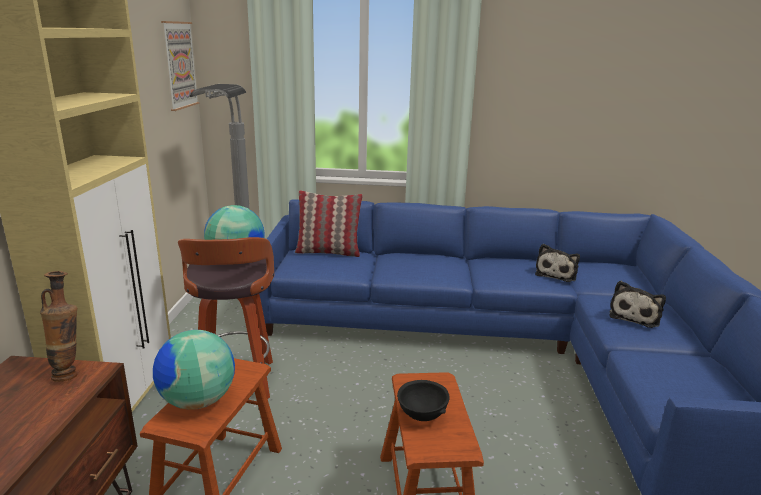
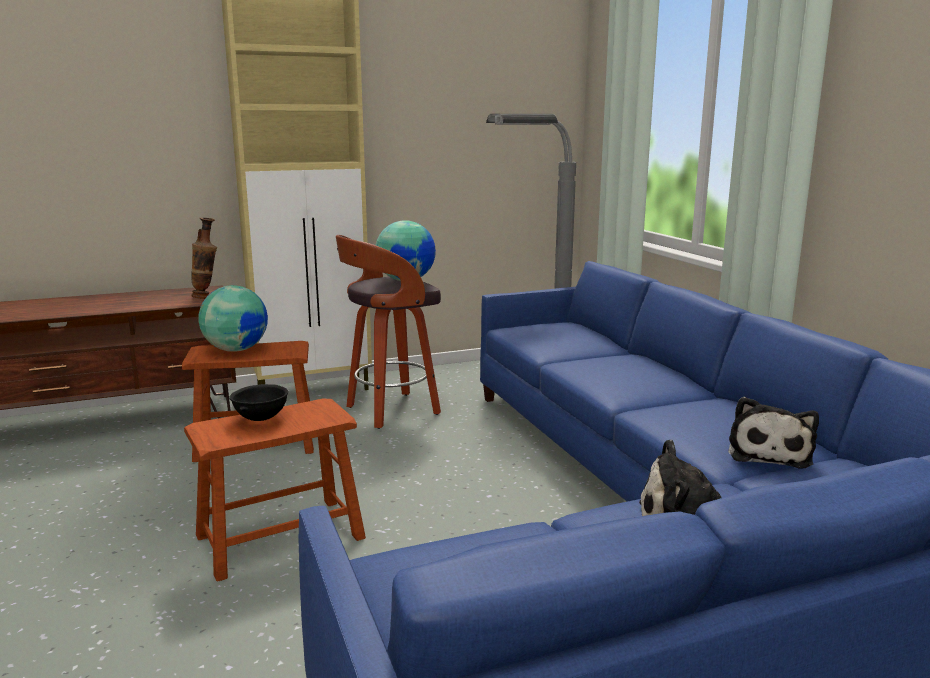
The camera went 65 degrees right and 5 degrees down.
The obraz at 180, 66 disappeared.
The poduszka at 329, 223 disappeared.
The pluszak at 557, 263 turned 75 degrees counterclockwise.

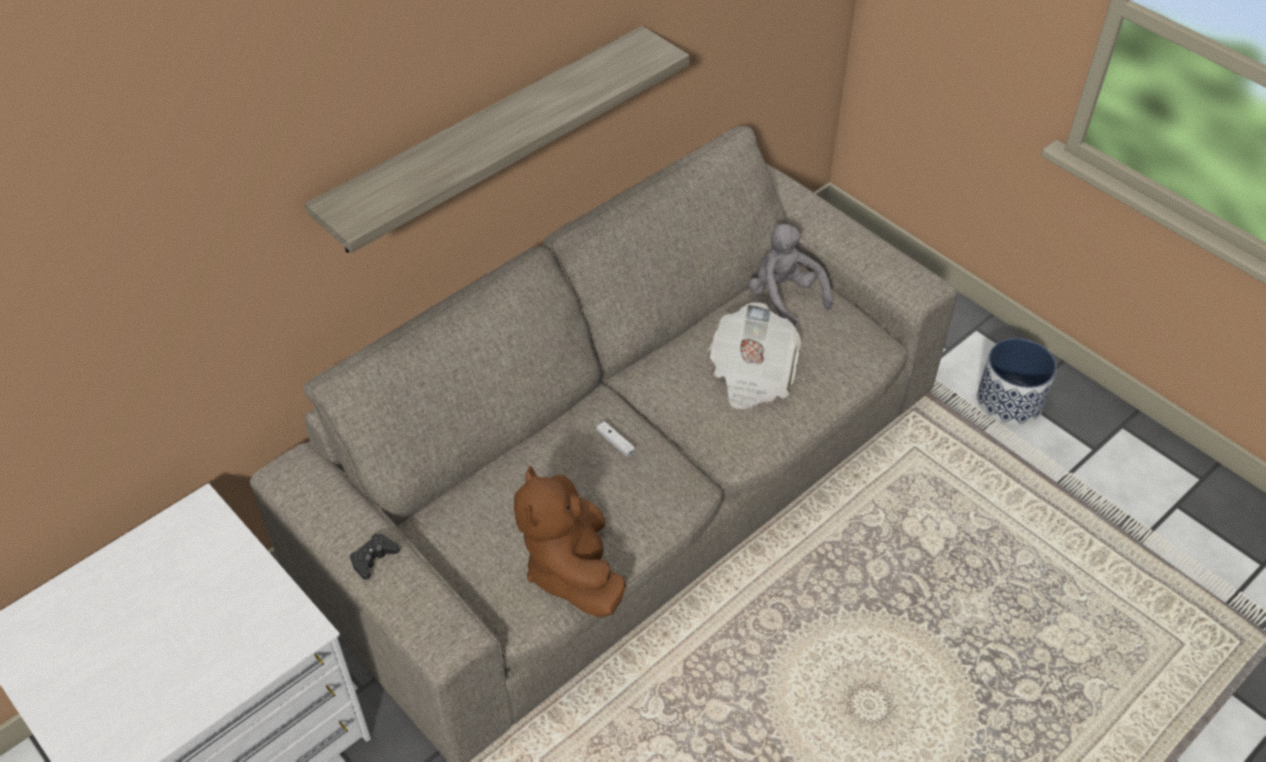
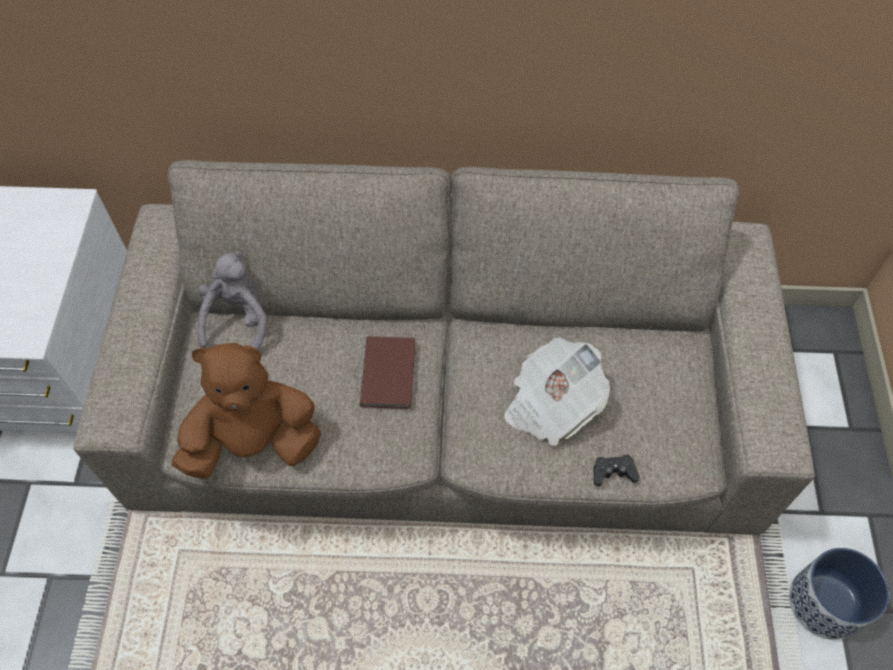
The camera went 45 degrees right and 10 degrees up.
The półka at 497, 139 disappeared.
The pluszak [szary] moved from 790, 275 to 232, 301.
The pad do gier [biały] at 616, 439 was replaced by the książka [brązowy] at 388, 372.
The pluszak [brązowy] at 570, 541 turned 45 degrees clockwise.
The pad do gier [czarny] moved from 375, 556 to 616, 470.

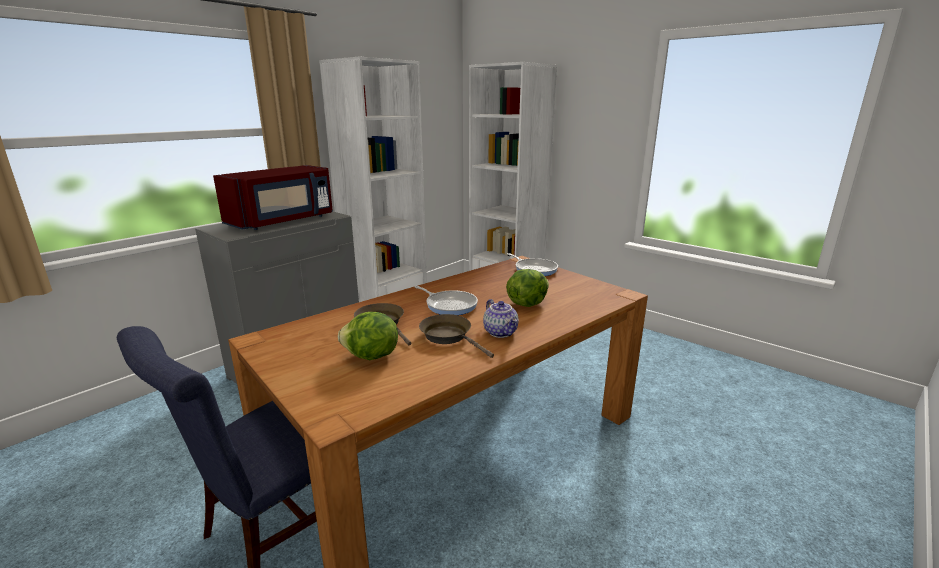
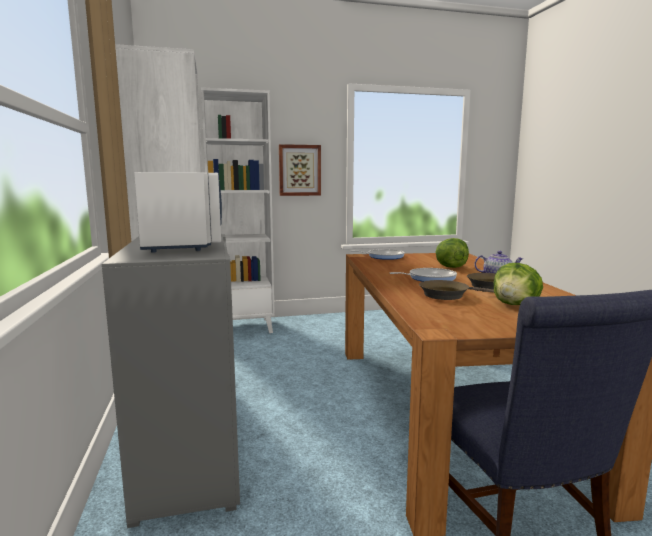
The camera went 55 degrees left and 10 degrees down.
The mikrofalówka [czerwony] at 273, 197 became the mikrofalówka [biały] at 178, 212.
The obraz at 300, 170 appeared.

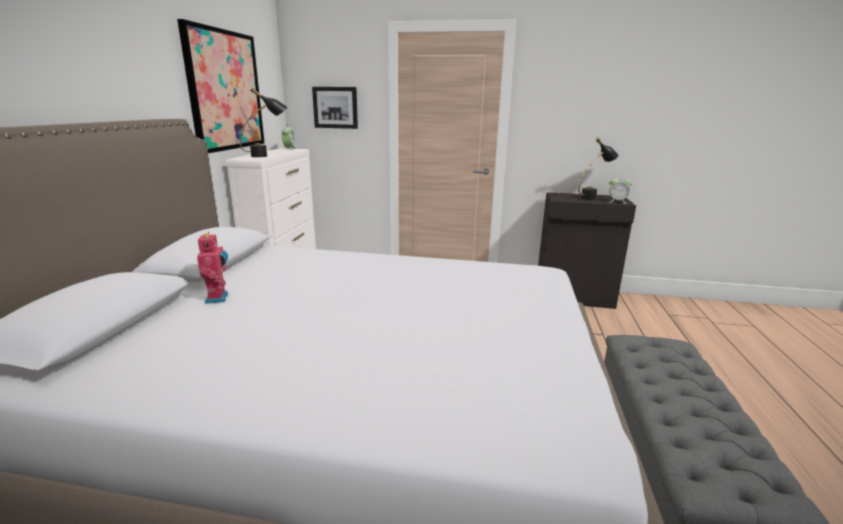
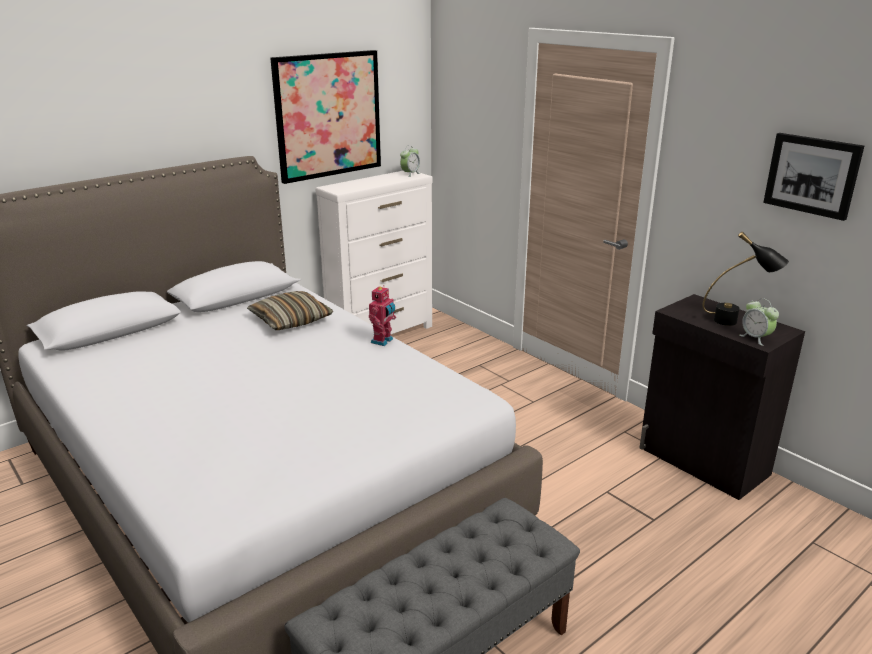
The camera went 40 degrees right and 5 degrees up.
The lampa stołowa [czarny] at 264, 122 disappeared.
The obraz moved from 335, 108 to 813, 177.
The robot zabawkowy moved from 212, 268 to 382, 315.
The poduszka at 290, 310 appeared.

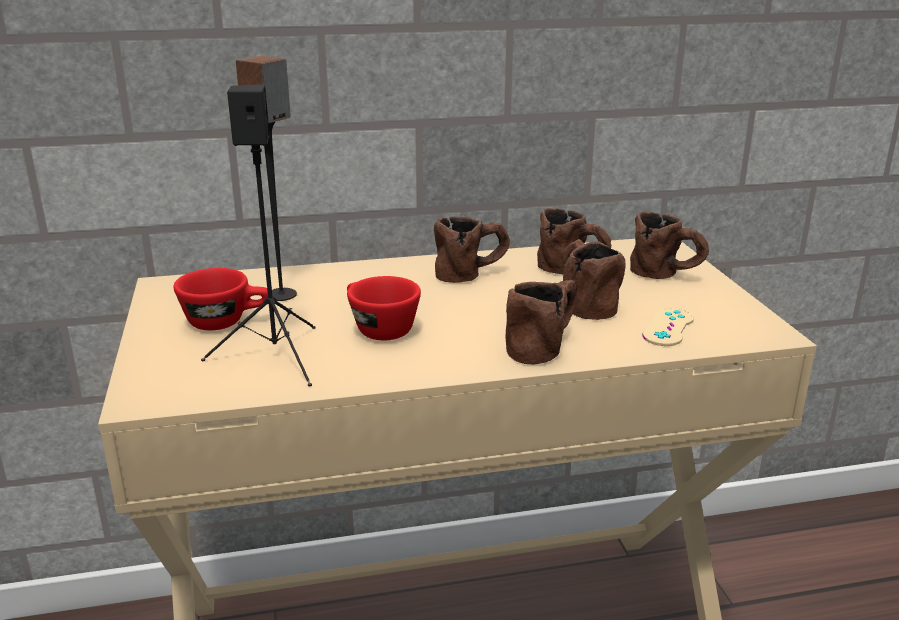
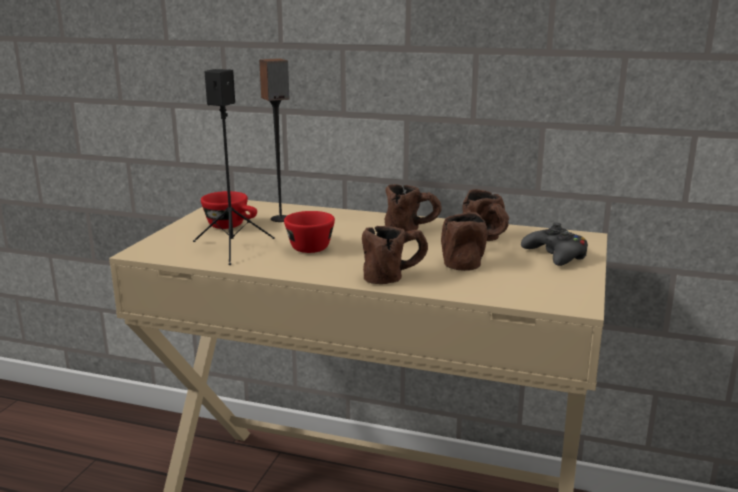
The camera went 30 degrees right and 5 degrees down.
The kubek [brązowy] at 669, 245 was replaced by the pad do gier [czarny] at 554, 244.
The pad do gier [beżowy] at 668, 327 disappeared.

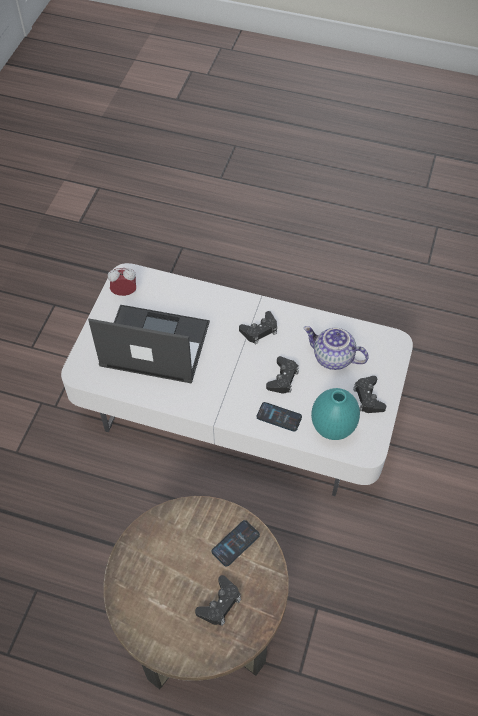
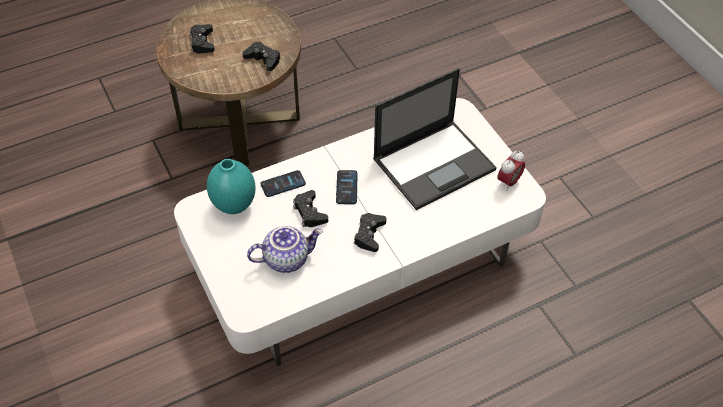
The camera went 135 degrees right and 5 degrees down.
The pad do gier [czarny] moved from 369, 394 to 261, 56.
The telefon moved from 236, 543 to 347, 187.

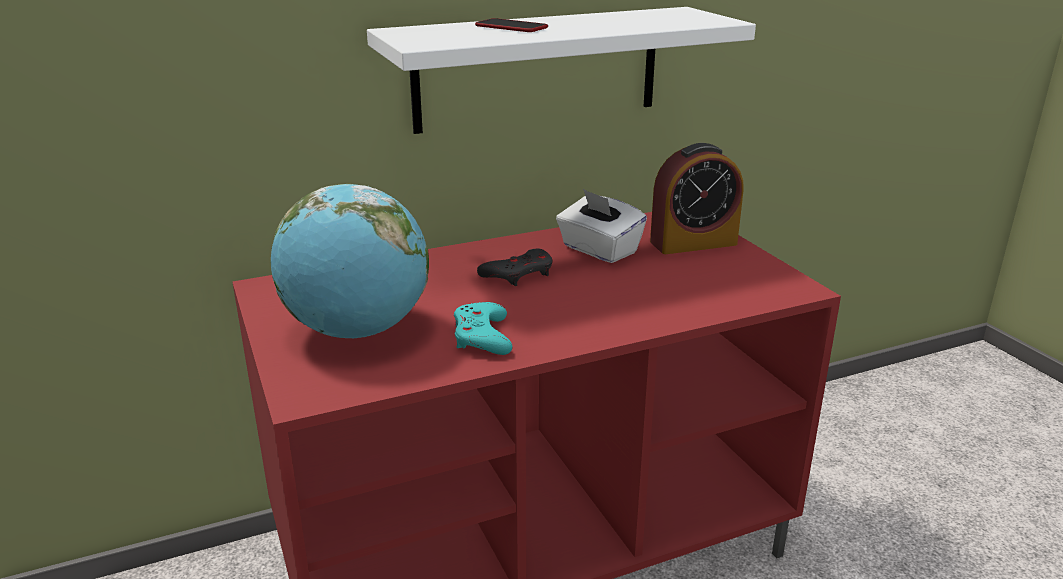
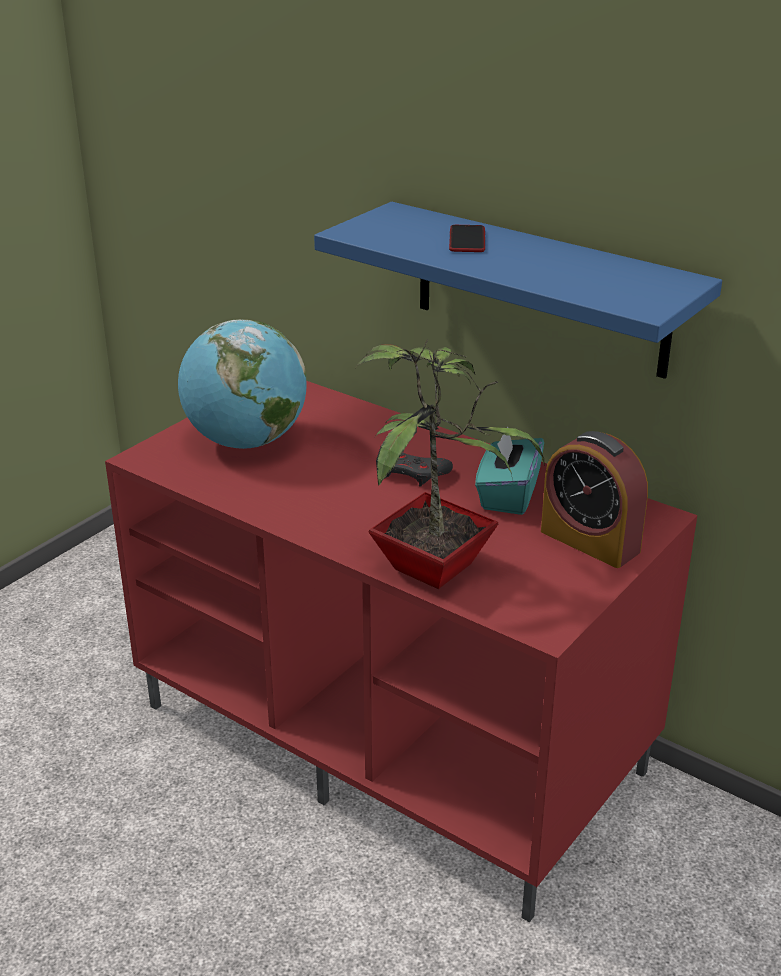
The camera went 60 degrees right and 5 degrees up.
The półka [biały] at 561, 70 became the półka [niebieski] at 518, 290.
The pudełko chusteczek [biały] at 601, 226 became the pudełko chusteczek [turkusowy] at 509, 470.
The pad do gier [turkusowy] at 483, 328 disappeared.
The roślina doniczkowa at 449, 464 appeared.

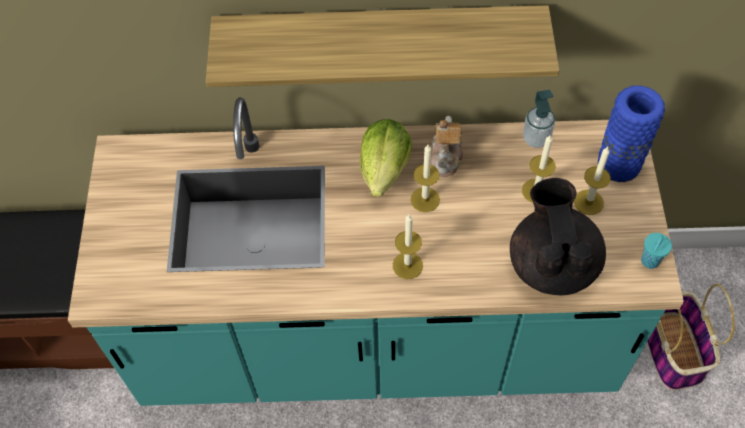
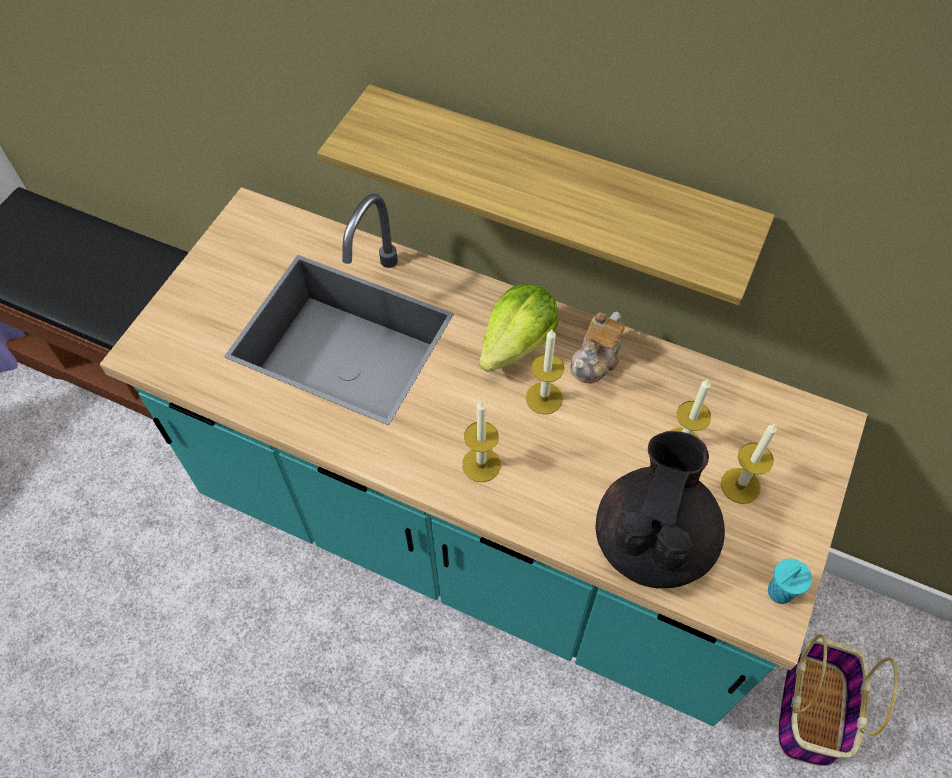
The camera went 25 degrees right and 0 degrees up.
The wazon [niebieski] at 631, 133 disappeared.
The dozownik mydła at 539, 119 disappeared.

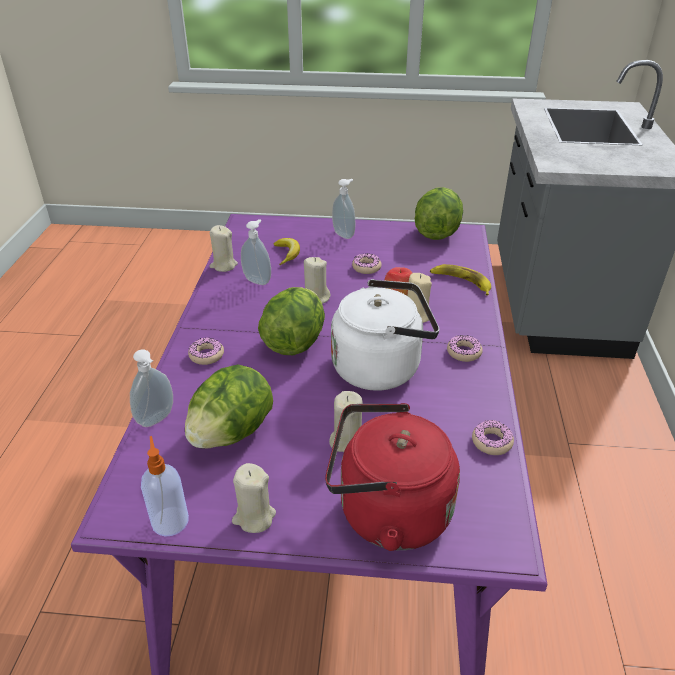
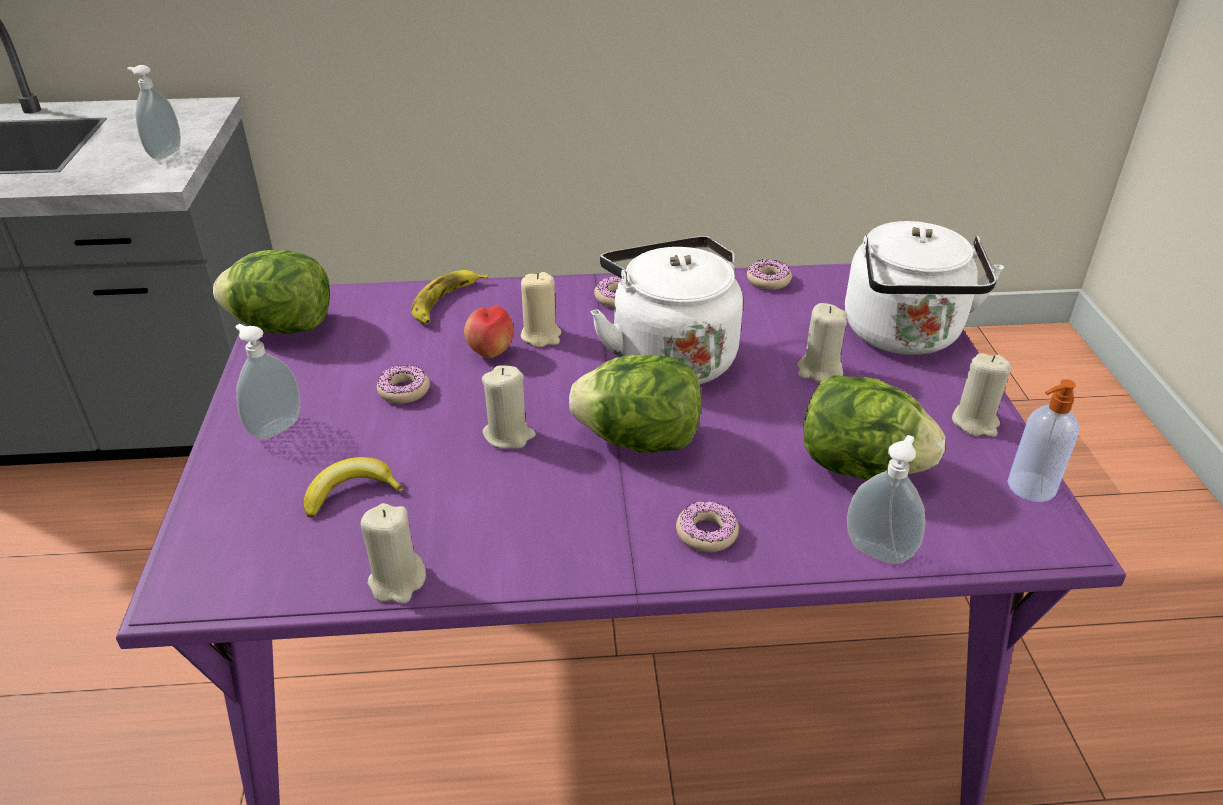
The camera went 100 degrees left and 0 degrees up.
The dozownik mydła moved from 256, 252 to 154, 112.
The czajnik [czerwony] at 392, 477 became the czajnik [biały] at 924, 288.

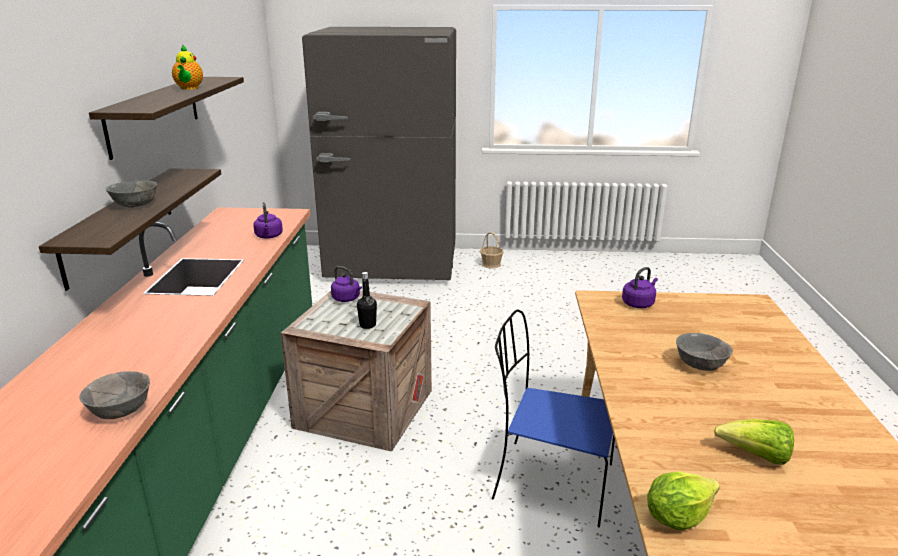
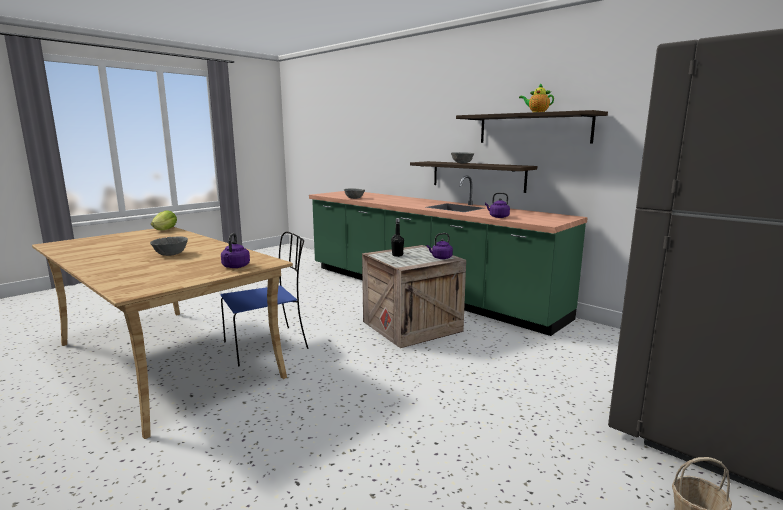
The camera went 130 degrees right and 10 degrees down.
The sałata at 754, 442 disappeared.

